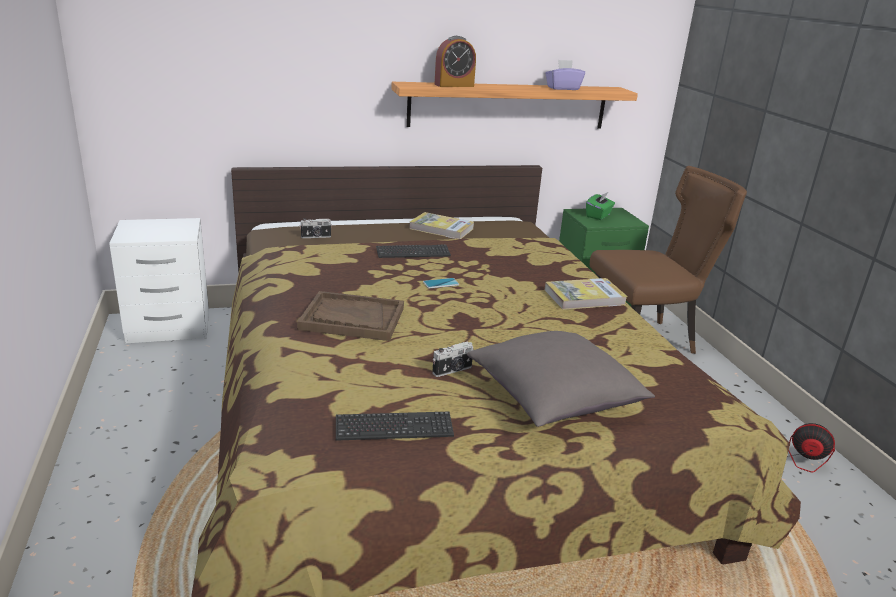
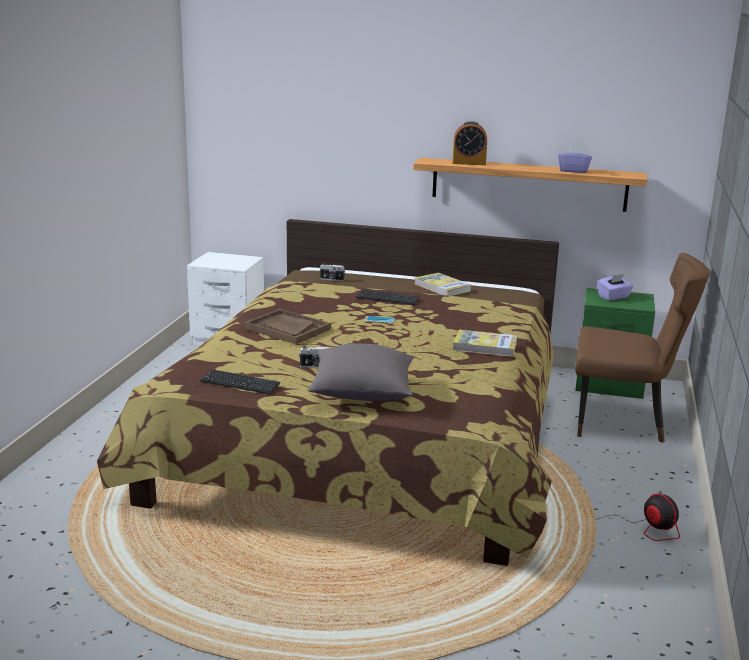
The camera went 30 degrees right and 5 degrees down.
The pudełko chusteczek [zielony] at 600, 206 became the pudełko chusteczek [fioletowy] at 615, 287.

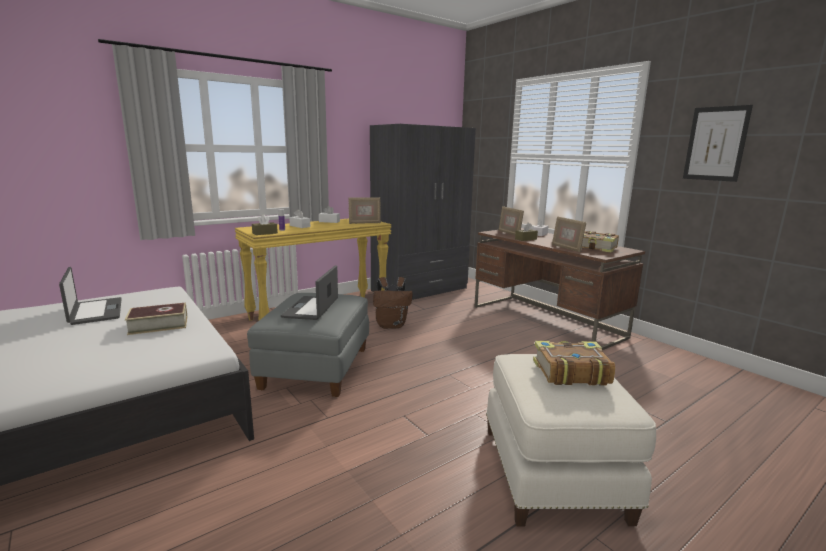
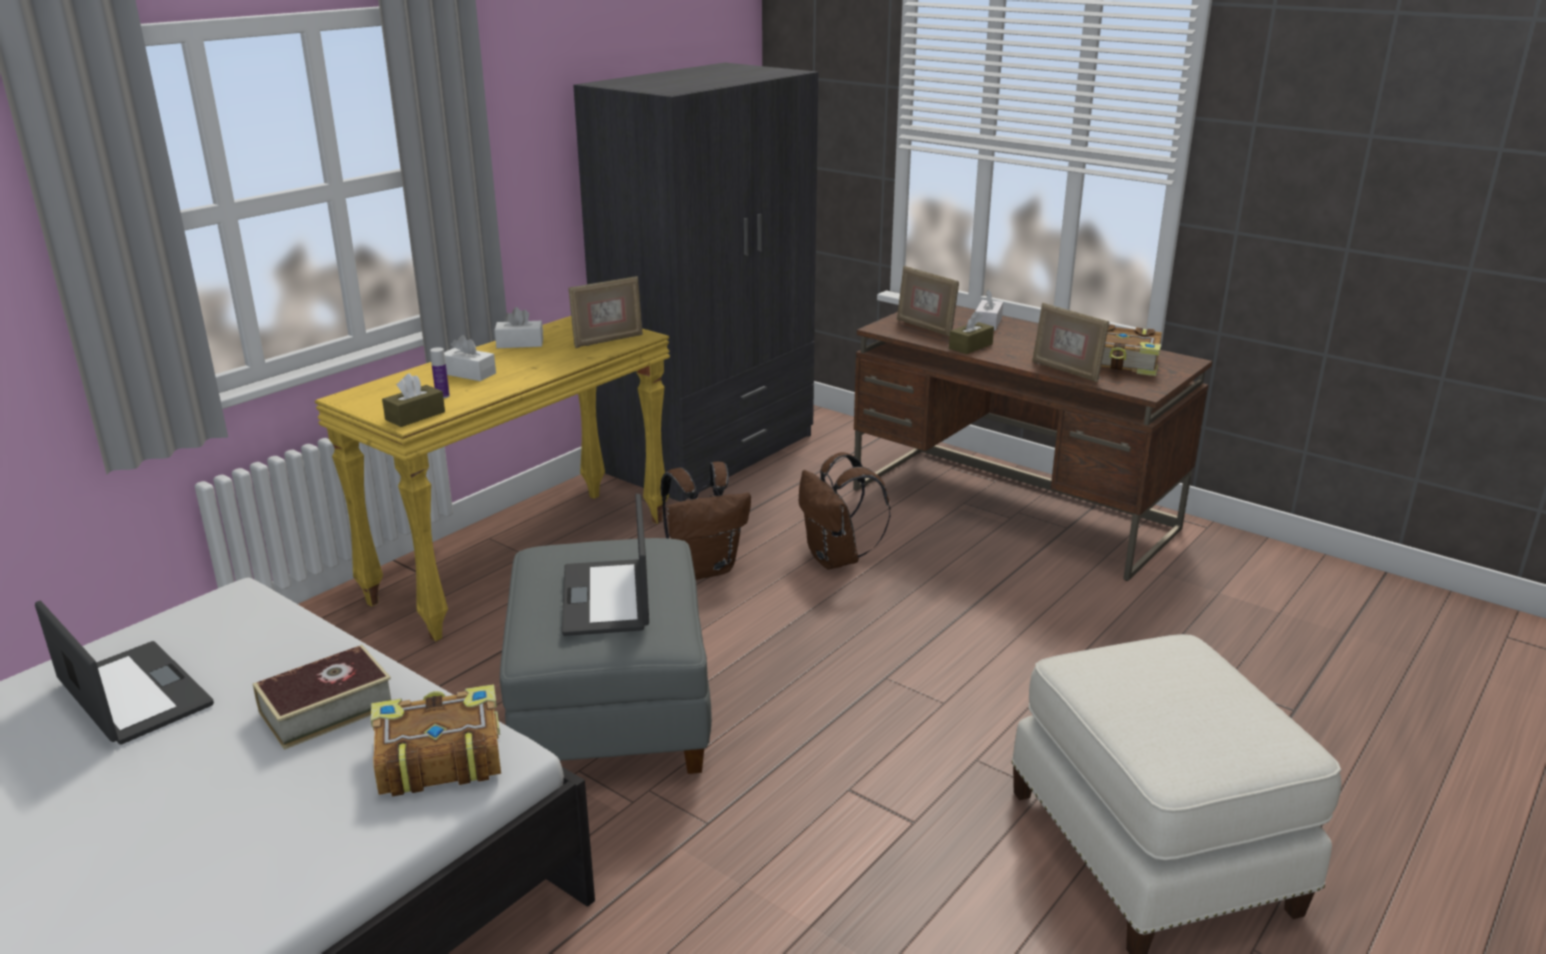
The camera went 15 degrees left and 10 degrees up.
The obraz at 718, 143 disappeared.
The książka moved from 574, 363 to 436, 740.
The plecak [brązowy] at 845, 511 appeared.

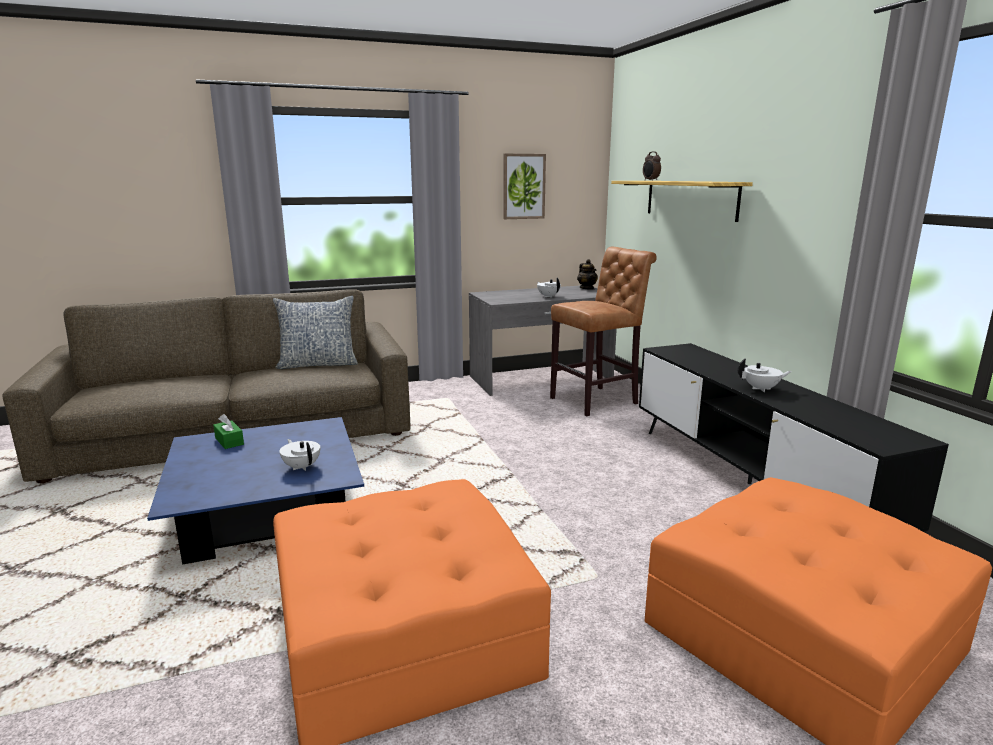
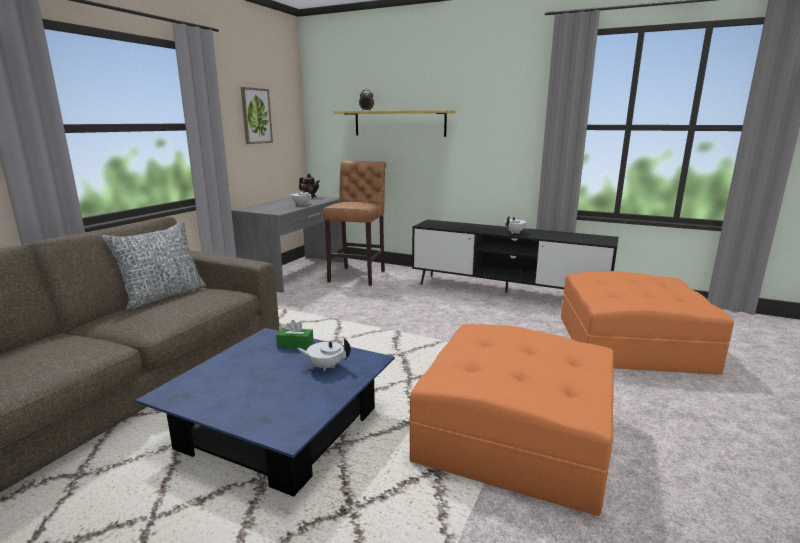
The camera went 45 degrees left and 0 degrees up.
The pudełko chusteczek [zielony] moved from 228, 431 to 295, 335.

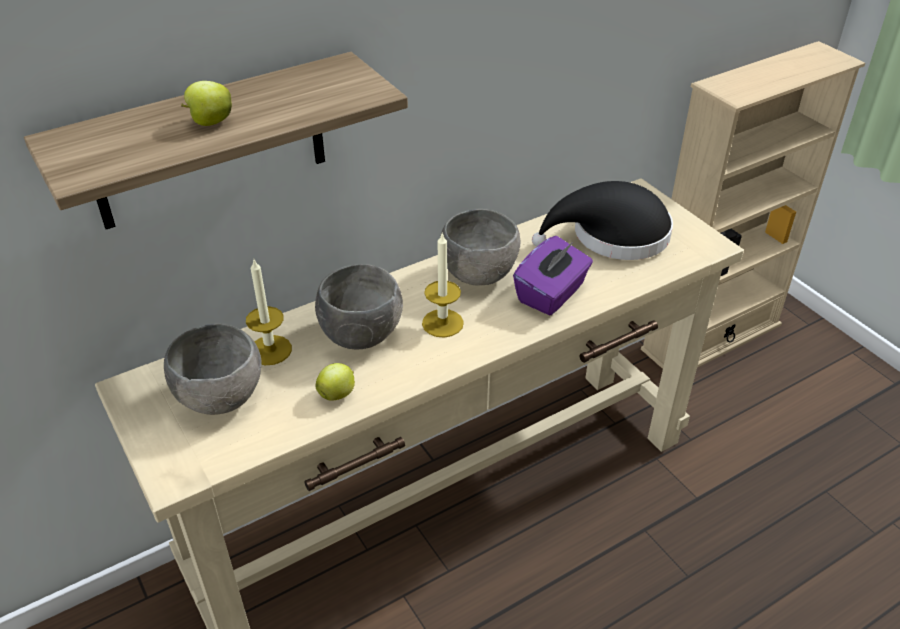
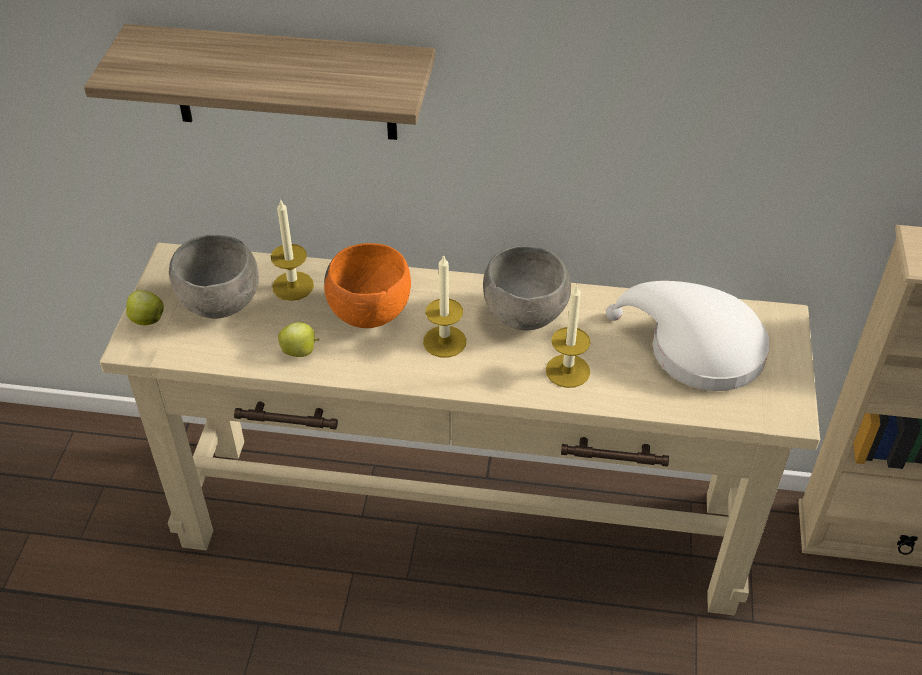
The camera went 40 degrees right and 5 degrees up.
The jabłko moved from 206, 103 to 145, 307.
The kapelusz [czarny] at 602, 220 became the kapelusz [biały] at 688, 336.
The pudełko chusteczek [fioletowy] at 553, 276 was replaced by the świeca at 568, 335.
The miska [szary] at 359, 306 became the miska [pomarańczowy] at 367, 285.

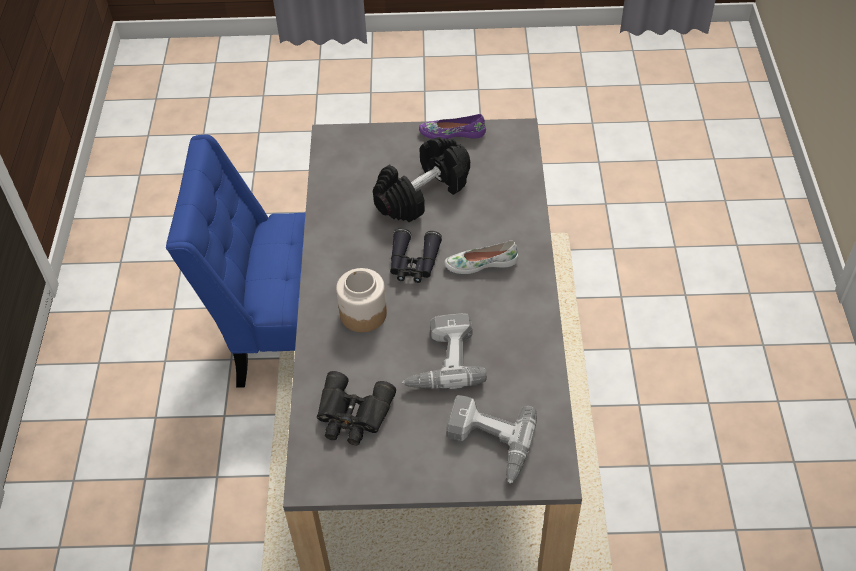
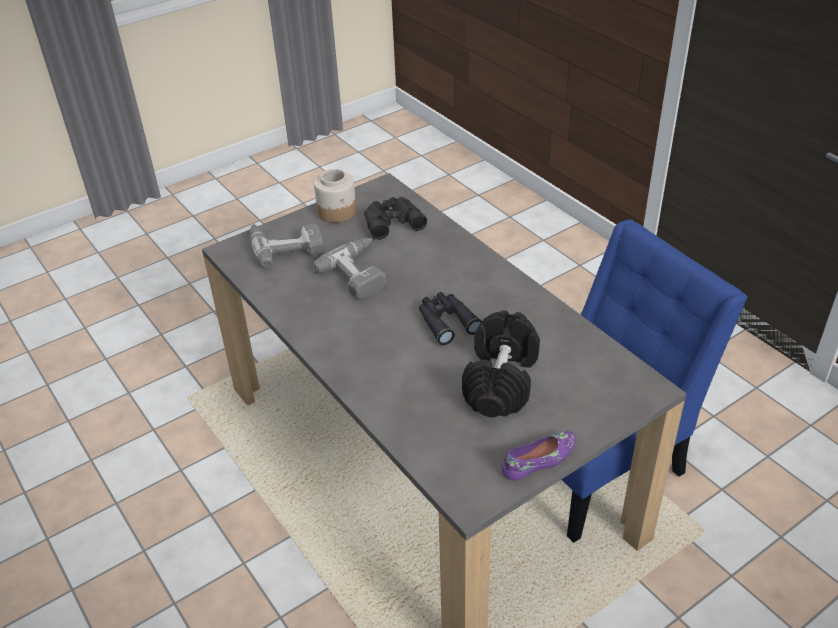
The camera went 145 degrees right and 10 degrees down.
The but [biały] at 481, 257 disappeared.
The słoik moved from 361, 300 to 335, 196.

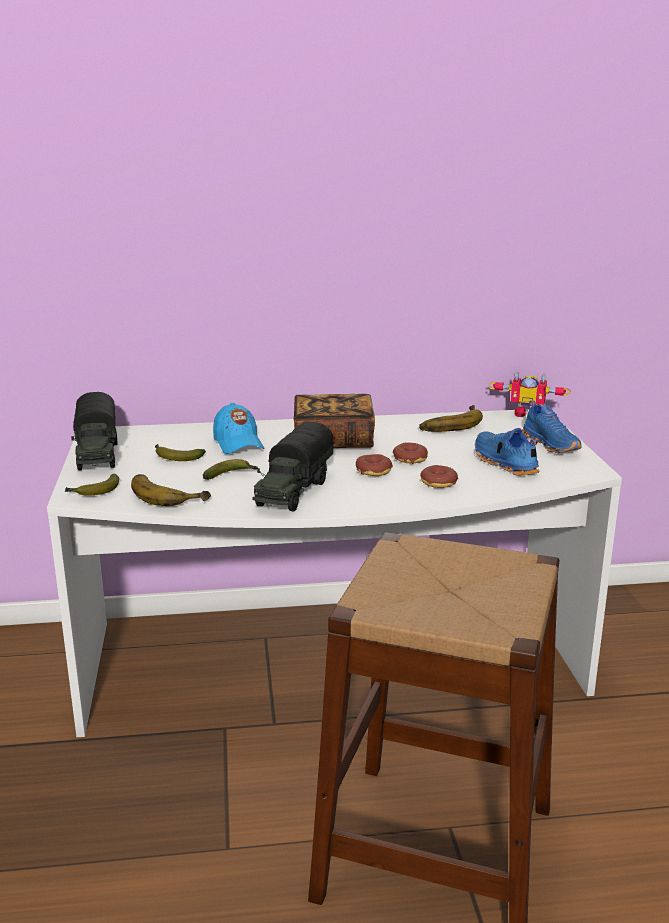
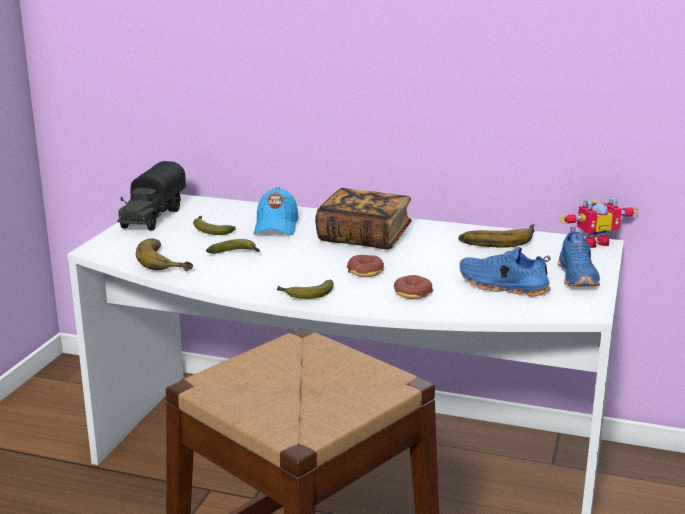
The camera went 25 degrees right and 0 degrees up.
The robot zabawkowy at 529, 394 turned 60 degrees counterclockwise.
The ciężarówka zabawkowa at 293, 467 disappeared.
The but [niebieski] at 507, 452 turned 60 degrees counterclockwise.
The donut at 410, 453 disappeared.
The banan moved from 92, 485 to 305, 289.

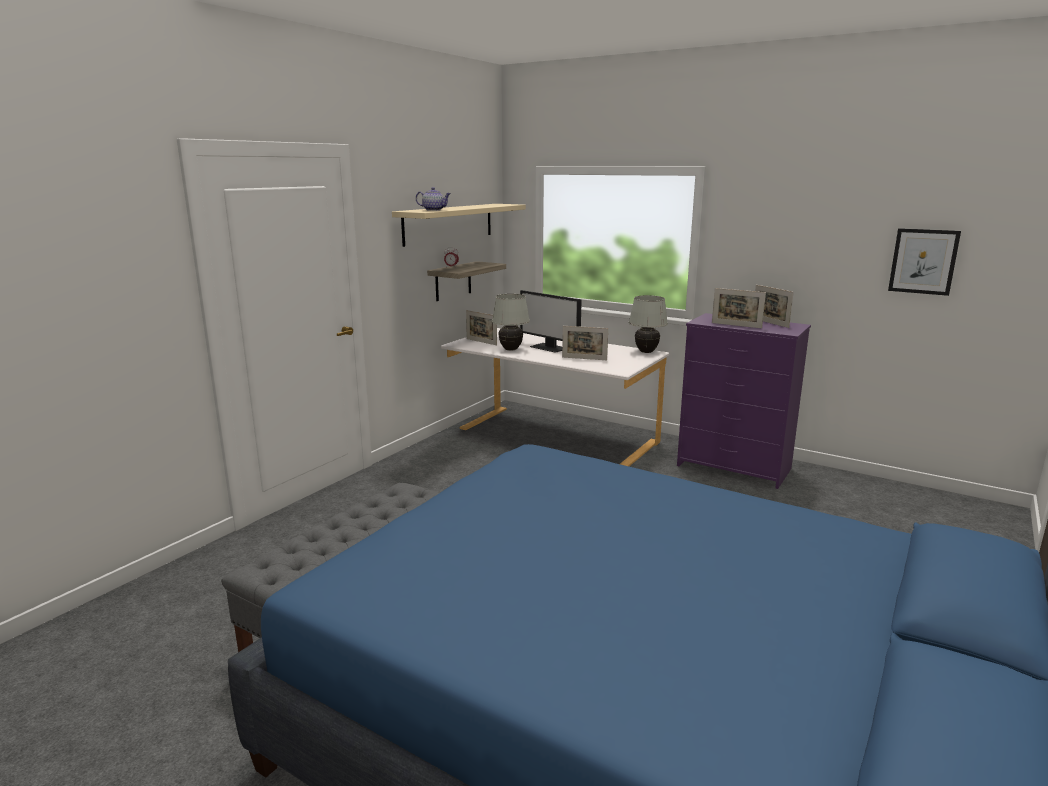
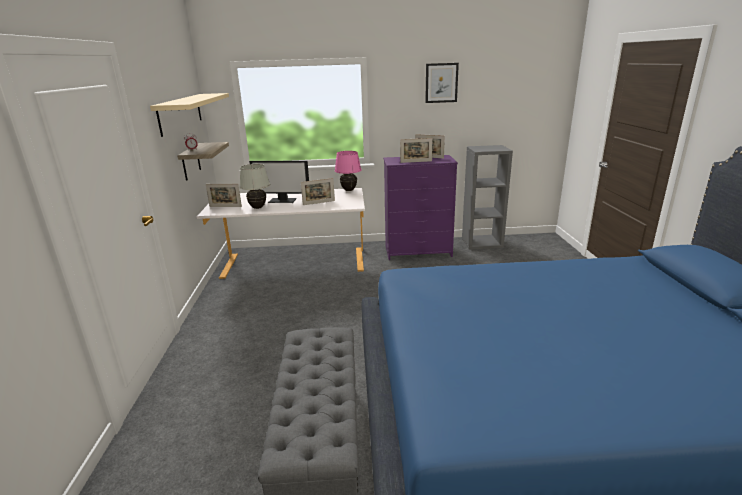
The camera went 35 degrees left and 5 degrees up.
The imbryk at 433, 199 disappeared.
The obraz moved from 924, 262 to 442, 83.
The lampa stołowa [biały] at 648, 324 became the lampa stołowa [różowy] at 348, 171.
The regał [szary] at 487, 197 appeared.

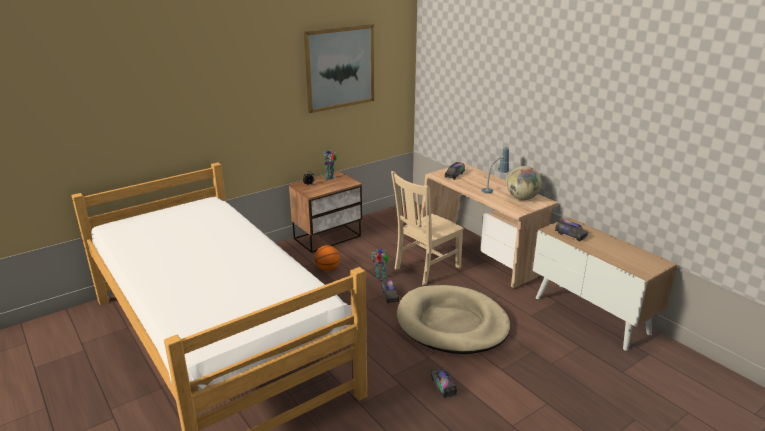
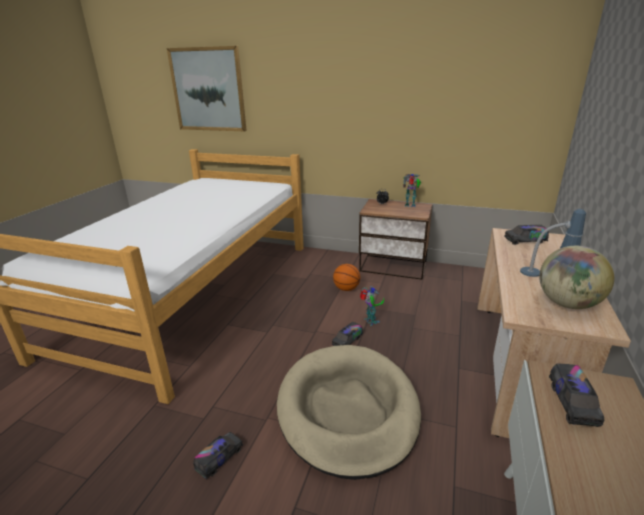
The camera went 55 degrees right and 0 degrees up.
The obraz moved from 339, 68 to 207, 88.
The krzesło [beżowy] at 427, 228 disappeared.

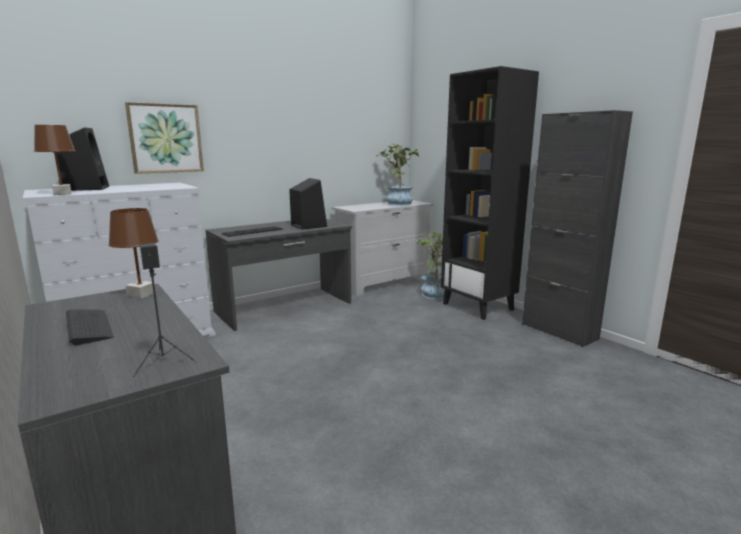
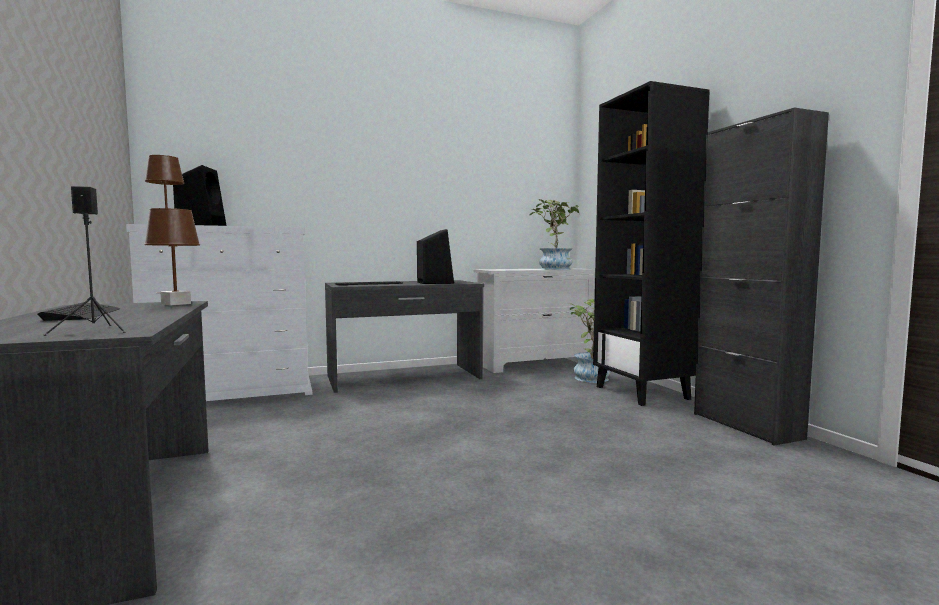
The camera went 15 degrees right and 10 degrees down.
The obraz at 164, 138 disappeared.

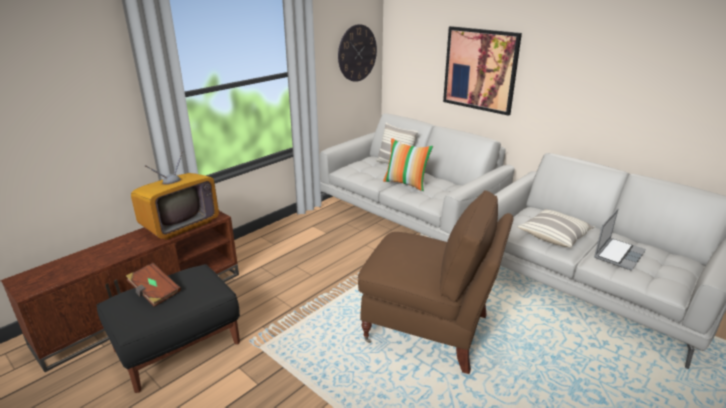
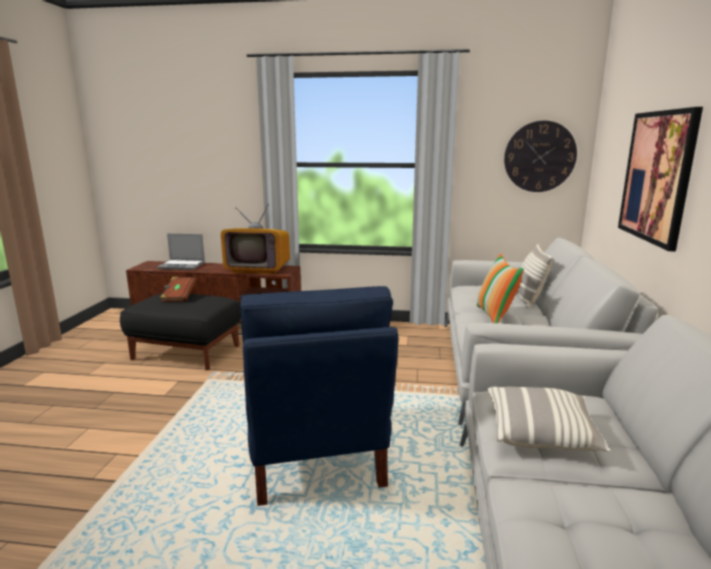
The camera went 55 degrees right and 10 degrees down.
The fotel [brązowy] at 436, 282 became the fotel [niebieski] at 319, 396.
The laptop moved from 620, 240 to 181, 251.

